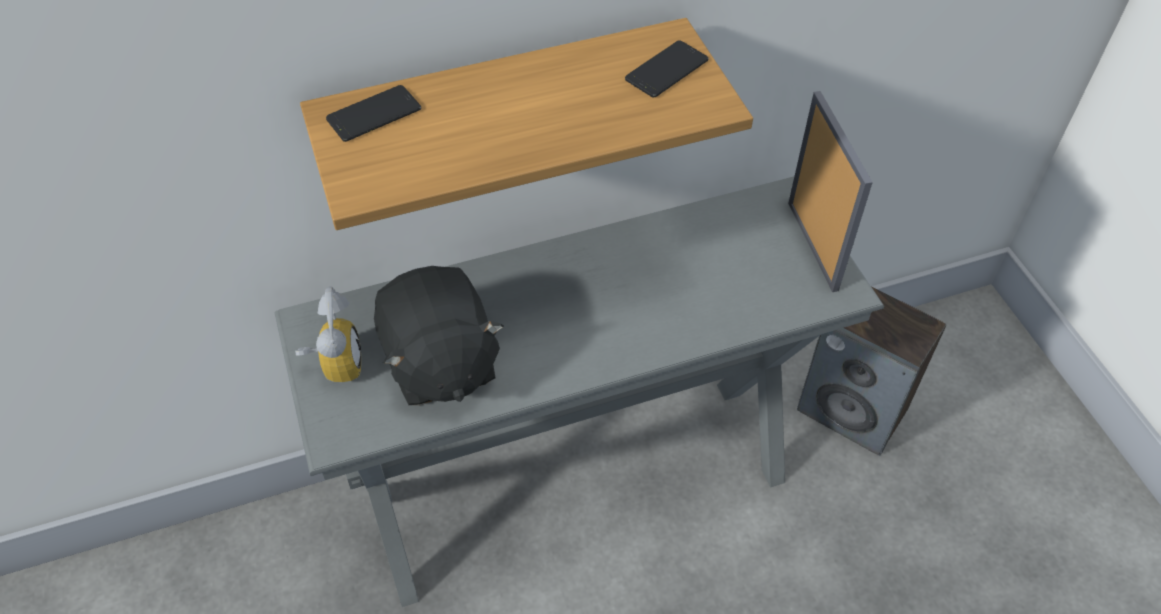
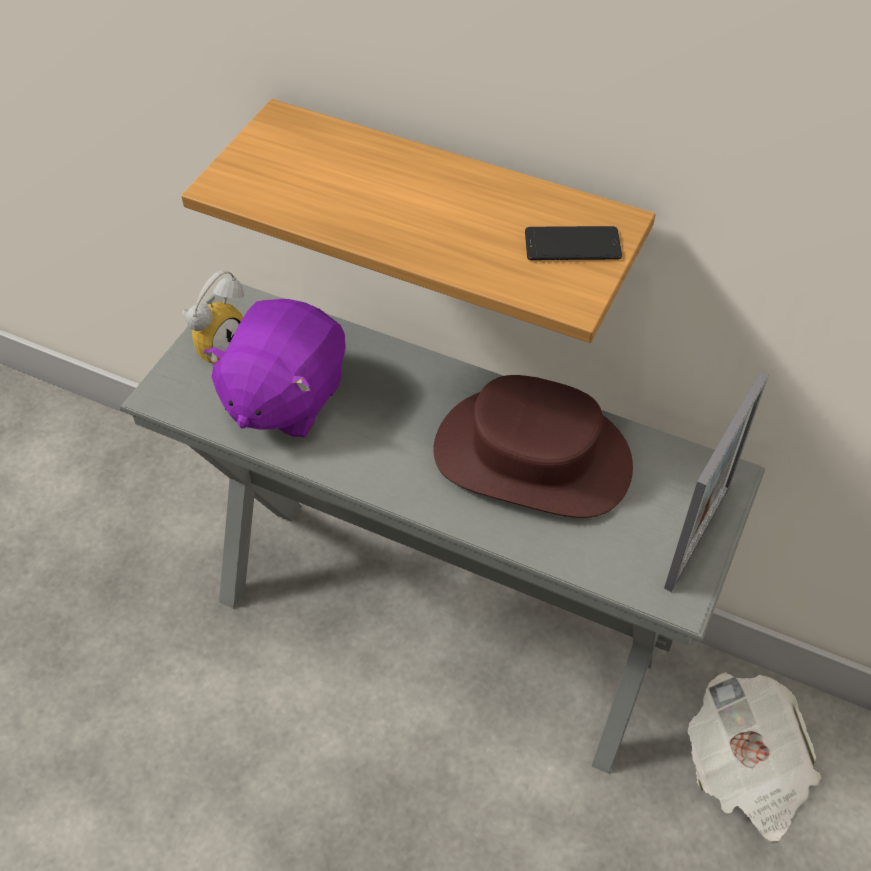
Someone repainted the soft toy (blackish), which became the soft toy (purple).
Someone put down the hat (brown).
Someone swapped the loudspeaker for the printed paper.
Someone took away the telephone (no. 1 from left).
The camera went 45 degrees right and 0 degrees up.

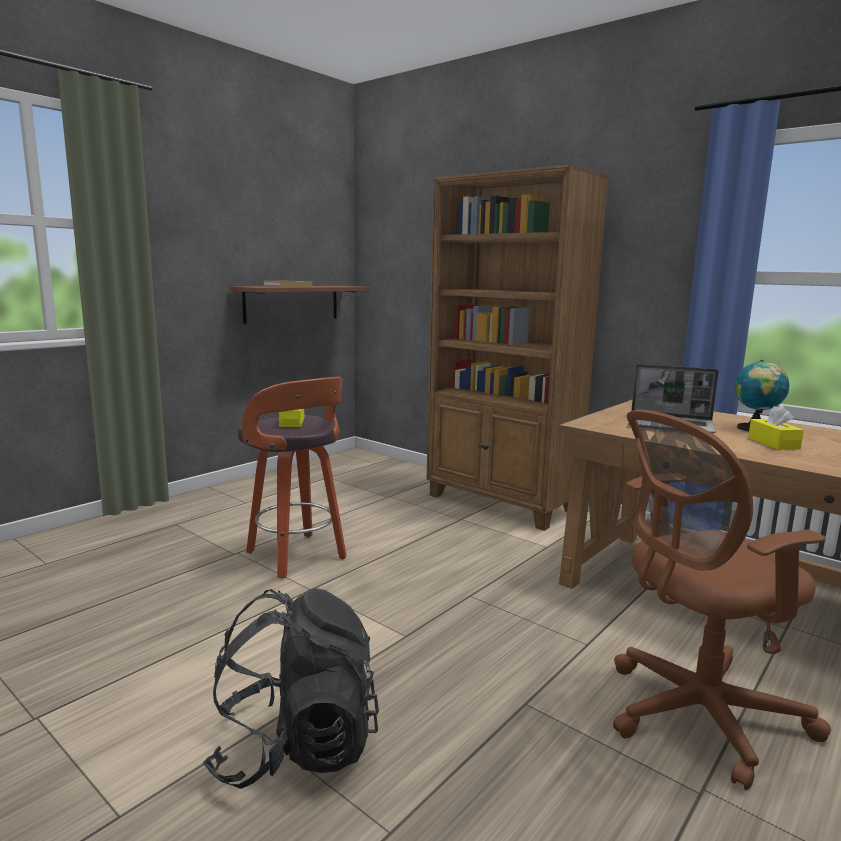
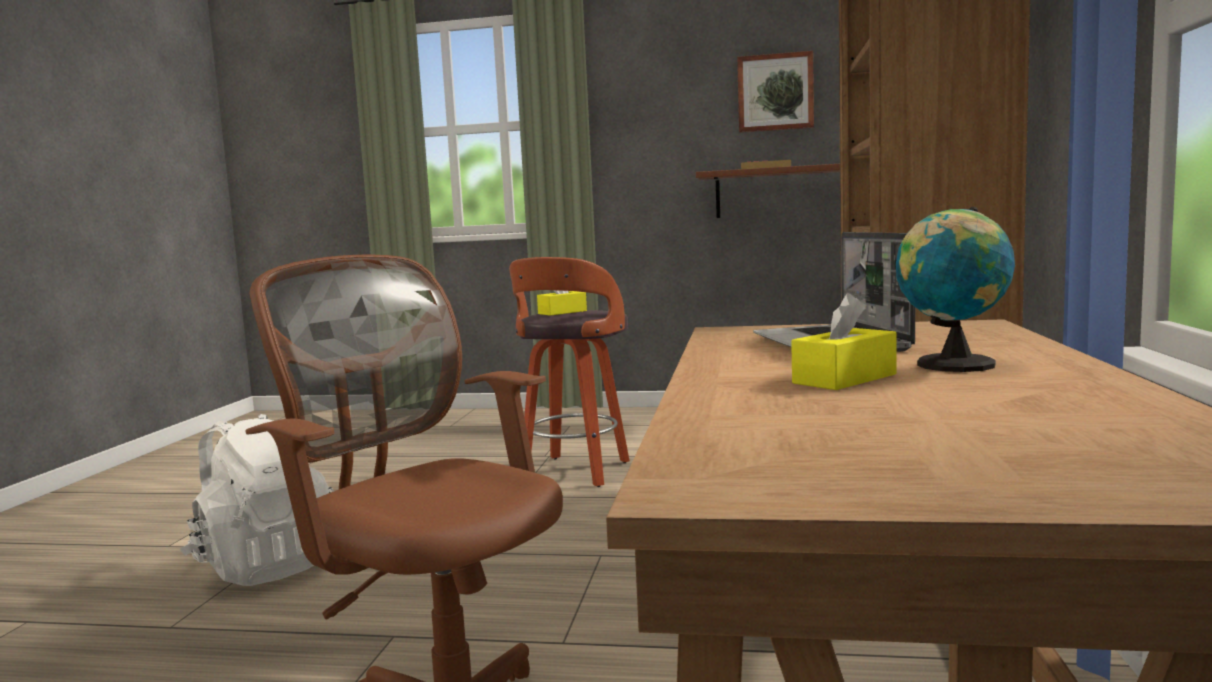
Someone repainted the backpack (blackish), which became the backpack (white).
Someone put up the wall art.
The camera went 60 degrees right and 5 degrees down.

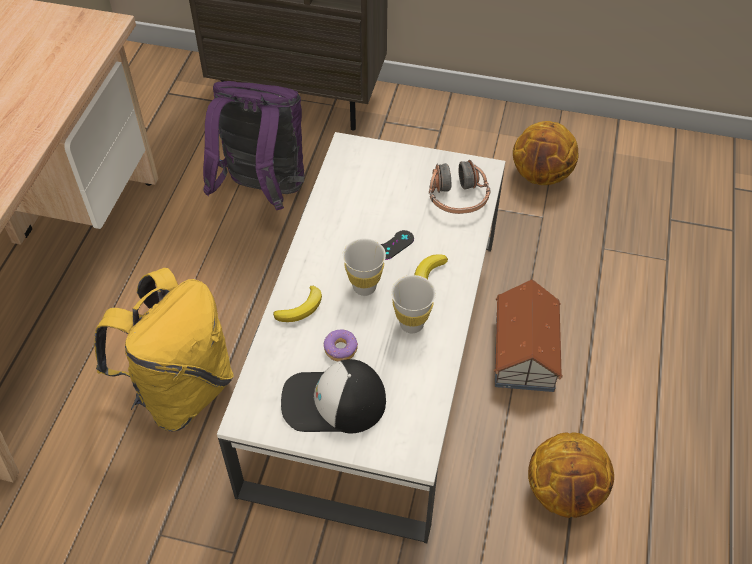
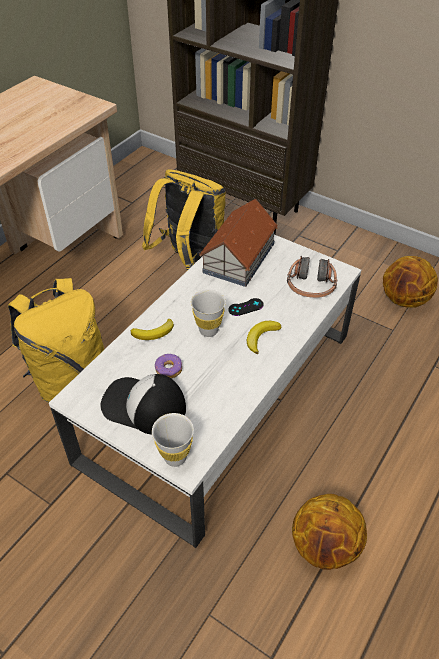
Someone repainted the backpack (purple), which became the backpack (yellow) (no. 2 from left).
Someone carried the cup (white) (no. 2 from left in the first image).
Someone carried the miniature house.
The camera went 20 degrees right and 5 degrees down.

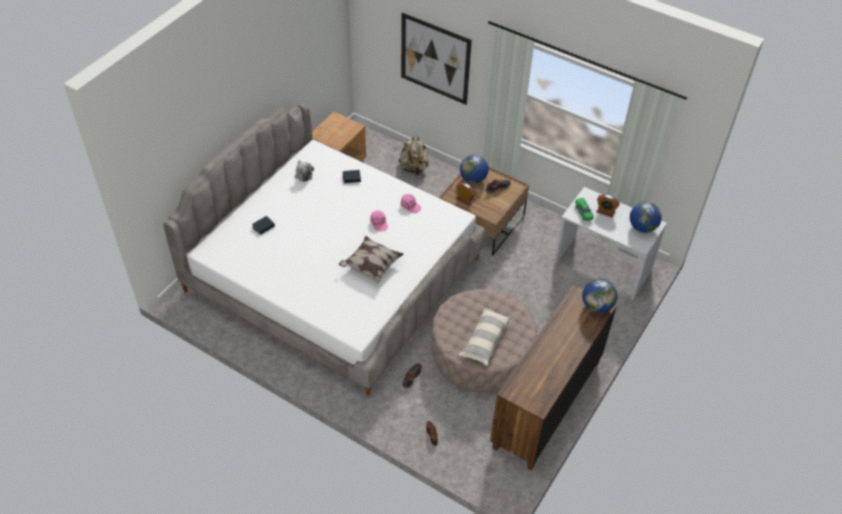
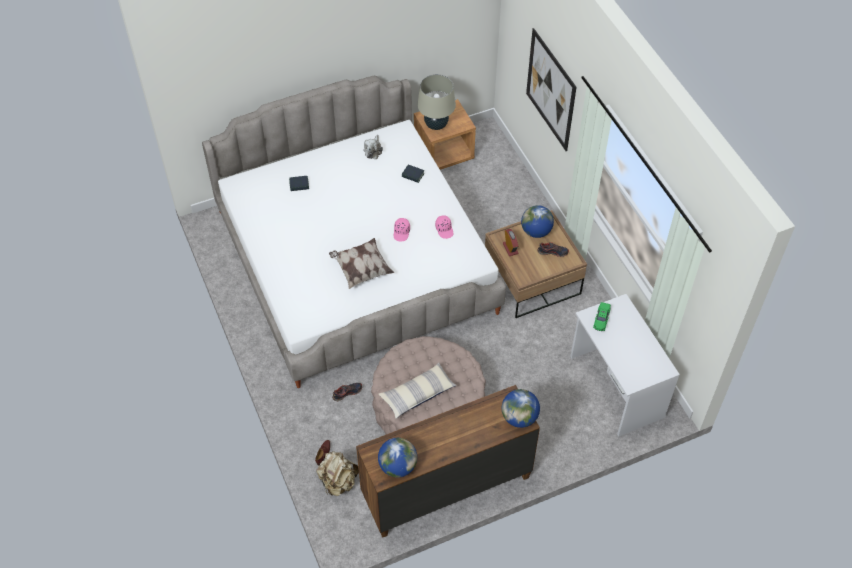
Someone carried the backpack (beige).
Someone carried the desk globe (no. 3 from left in the first image).
Someone put down the tabletop lamp (beige).
Someone took away the bedside clock (no. 2 from left).
The camera went 35 degrees right and 5 degrees up.

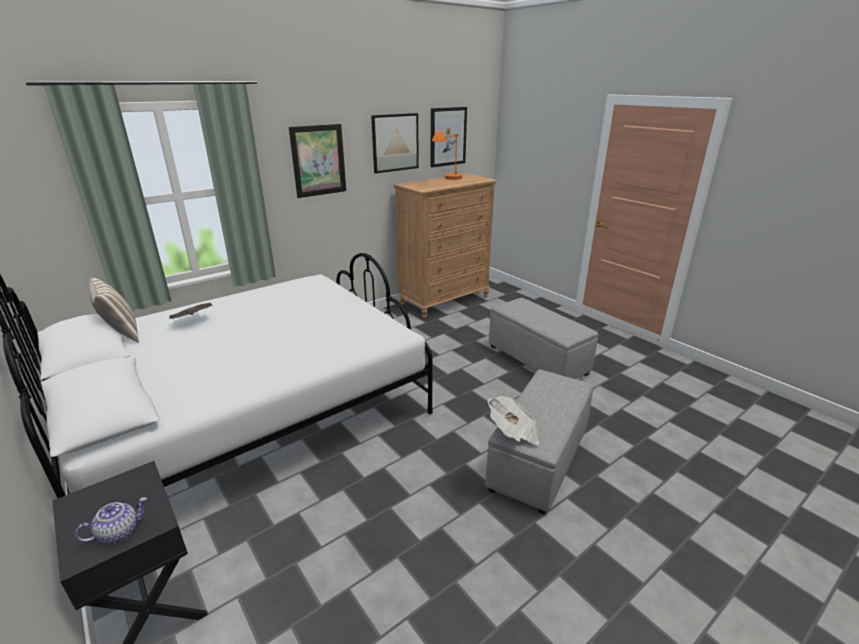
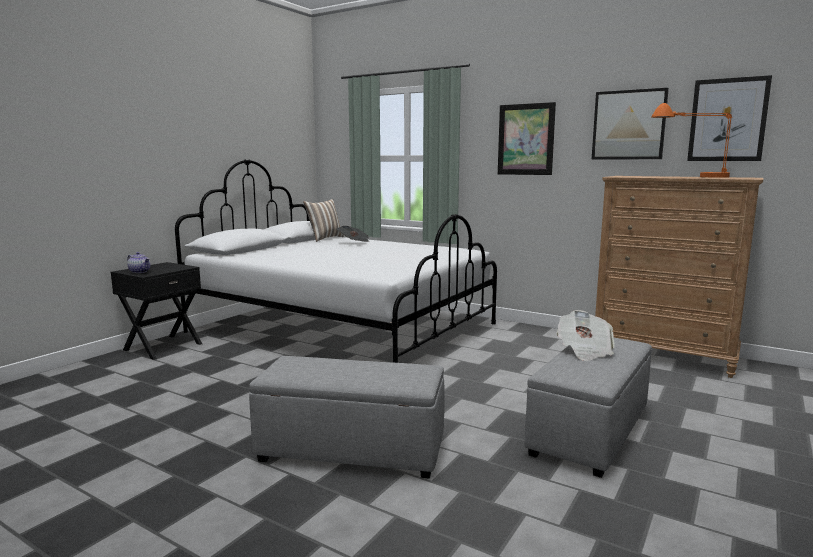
Someone carried the printed paper (no. 2 from left).
The camera went 70 degrees right and 15 degrees down.

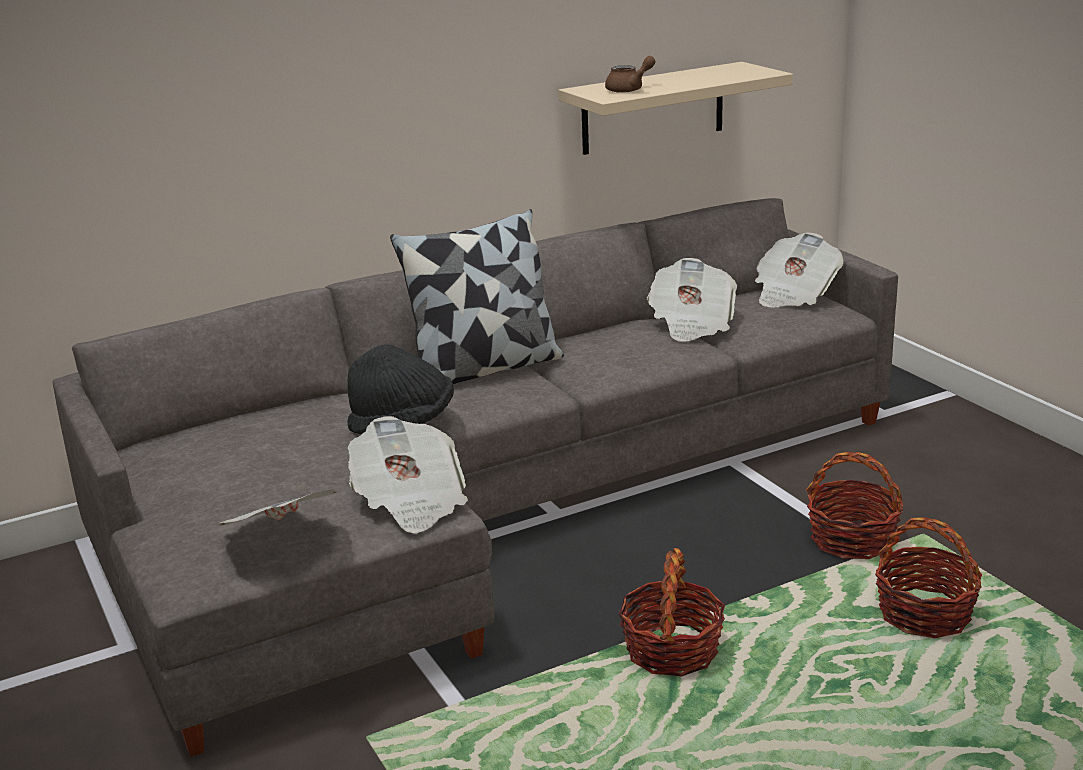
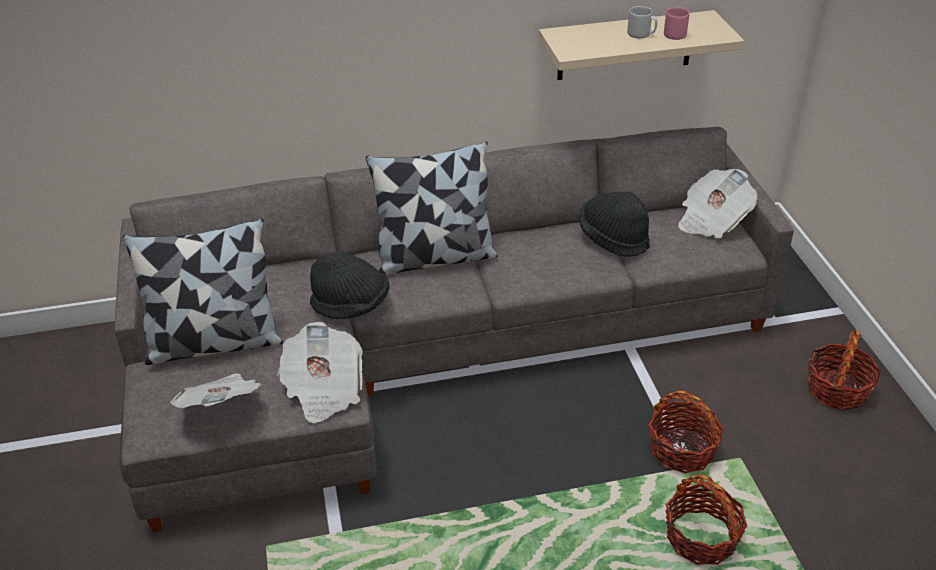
Someone put down the throw pillow (no. 1 from left).
Someone swapped the printed paper (no. 3 from left) for the hat (blackish) (no. 2 from left).
Someone put down the coffee mug (greyish).
Someone put down the coffee mug (pinkish).
Someone carried the storage basket (no. 1 from left in the first image).
Someone took away the tea pot (brown).
The camera went 15 degrees right and 15 degrees up.

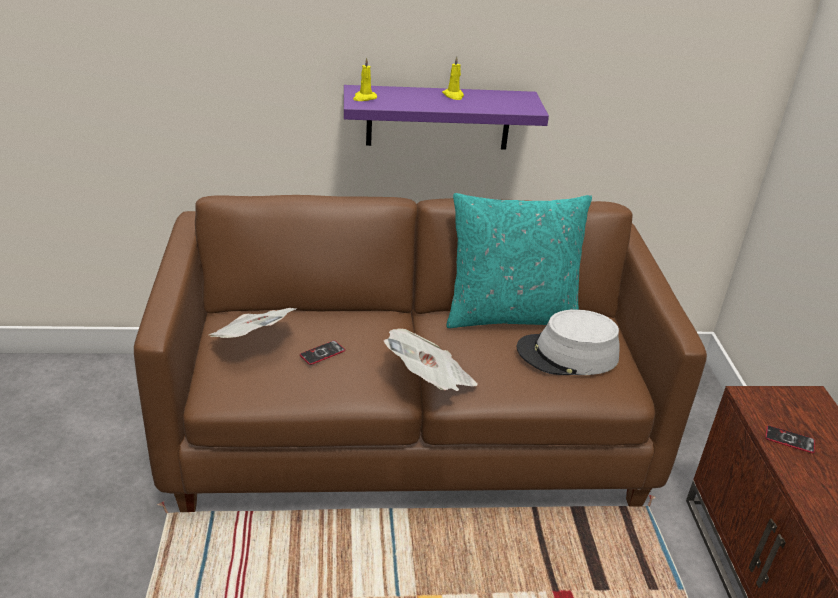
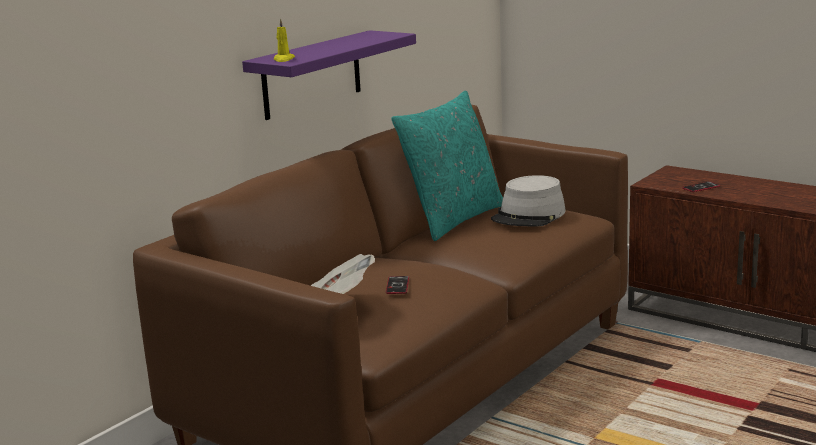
Someone took away the printed paper (no. 2 from left).
Someone took away the wax light (yellow) (no. 2 from left).
The camera went 45 degrees left and 15 degrees down.

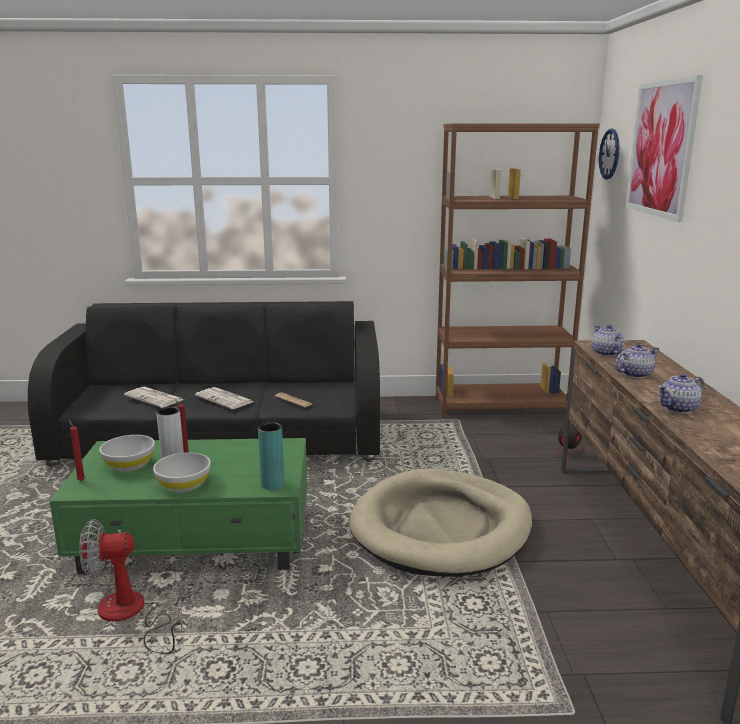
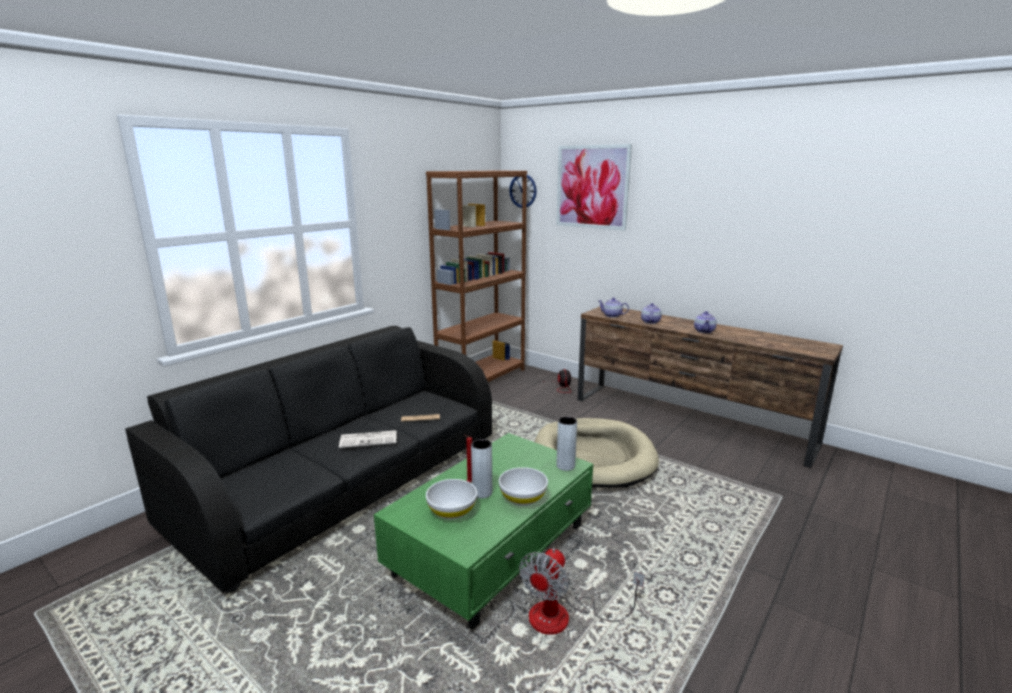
Someone repainted the vase (turquoise), which became the vase (greyish) (no. 2 from left).
Someone took away the wax light (red-coloured) (no. 1 from left).
Someone took away the printed paper (no. 1 from left).
The camera went 50 degrees left and 0 degrees up.

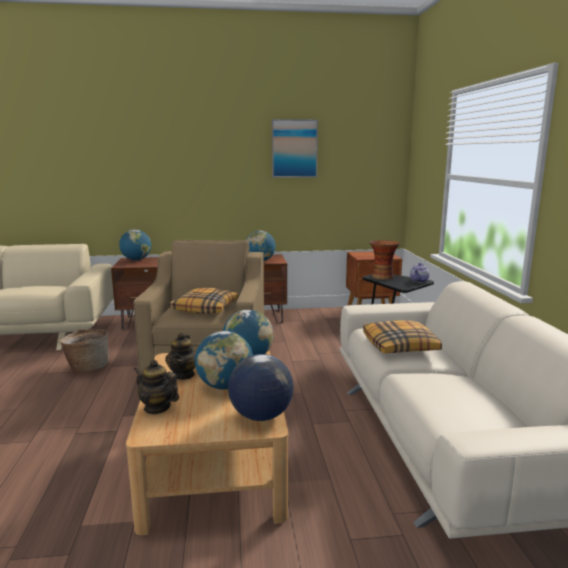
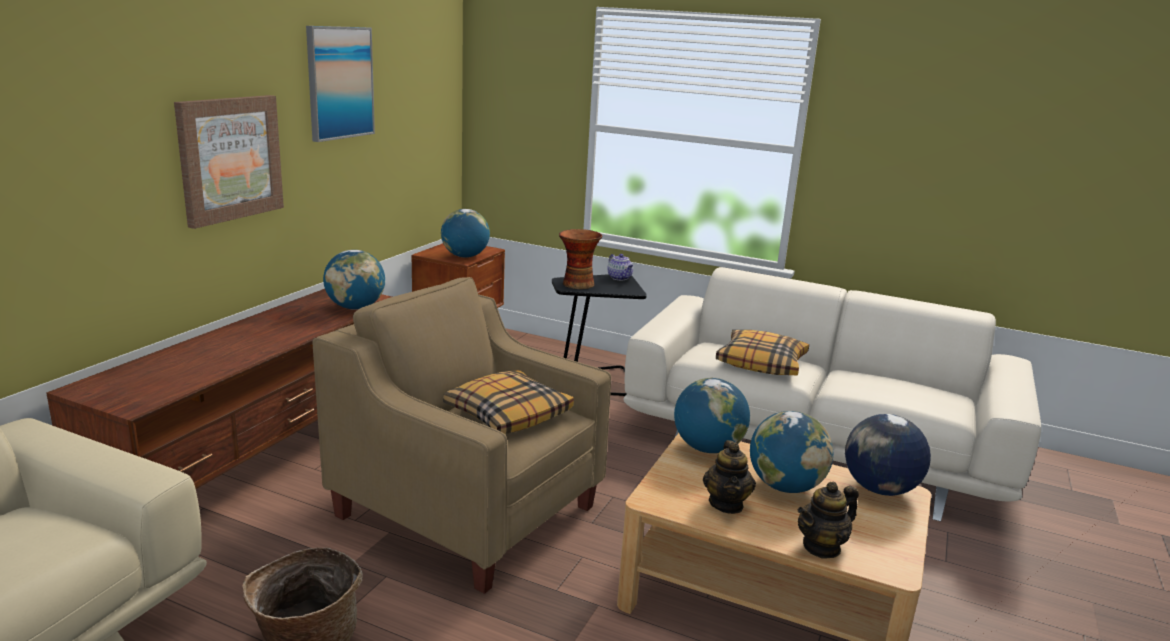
Someone put up the wall art (no. 1 from left).
Someone carried the desk globe (no. 1 from left in the first image).
Someone rotated the tea pot (no. 2 from left) by 60 degrees clockwise.
The camera went 60 degrees left and 5 degrees up.

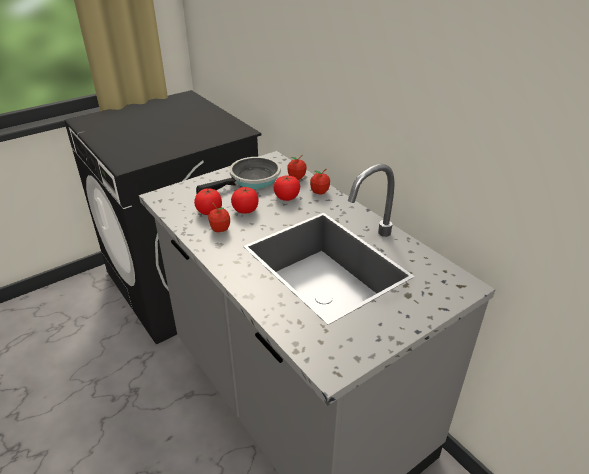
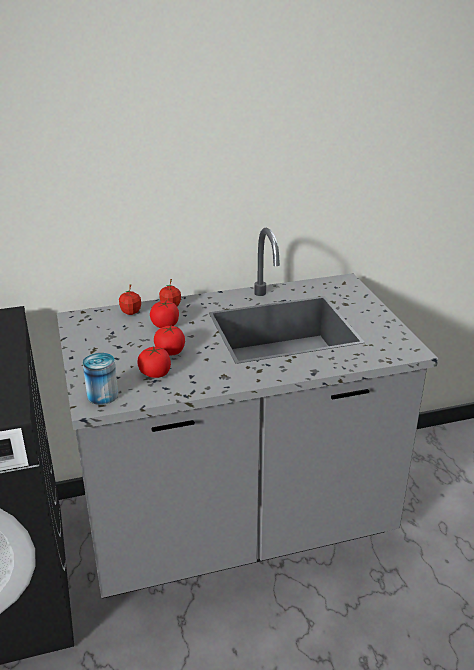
Someone put down the sealed can.
Someone took away the skillet.
Someone took away the apple (no. 1 from left).
The camera went 70 degrees left and 5 degrees down.

